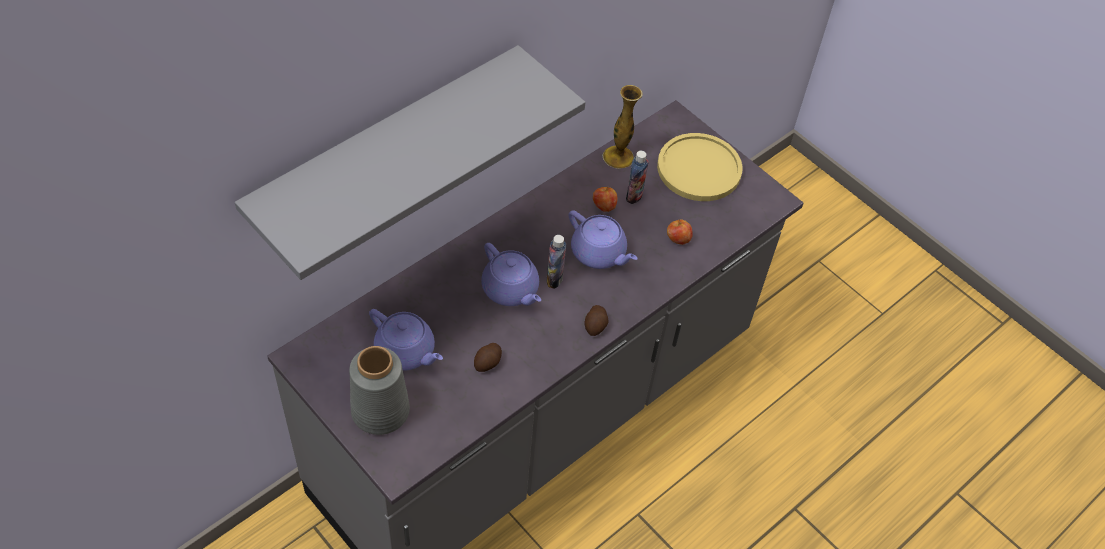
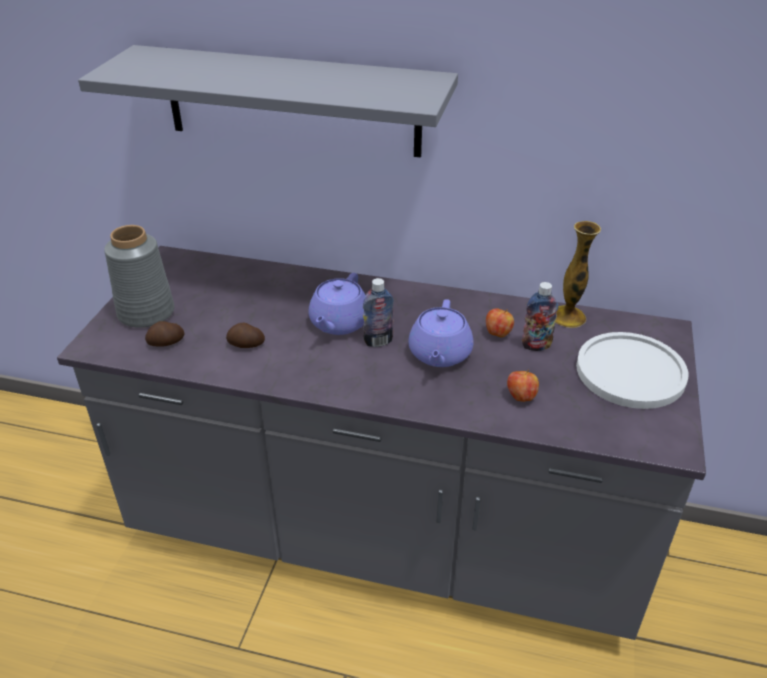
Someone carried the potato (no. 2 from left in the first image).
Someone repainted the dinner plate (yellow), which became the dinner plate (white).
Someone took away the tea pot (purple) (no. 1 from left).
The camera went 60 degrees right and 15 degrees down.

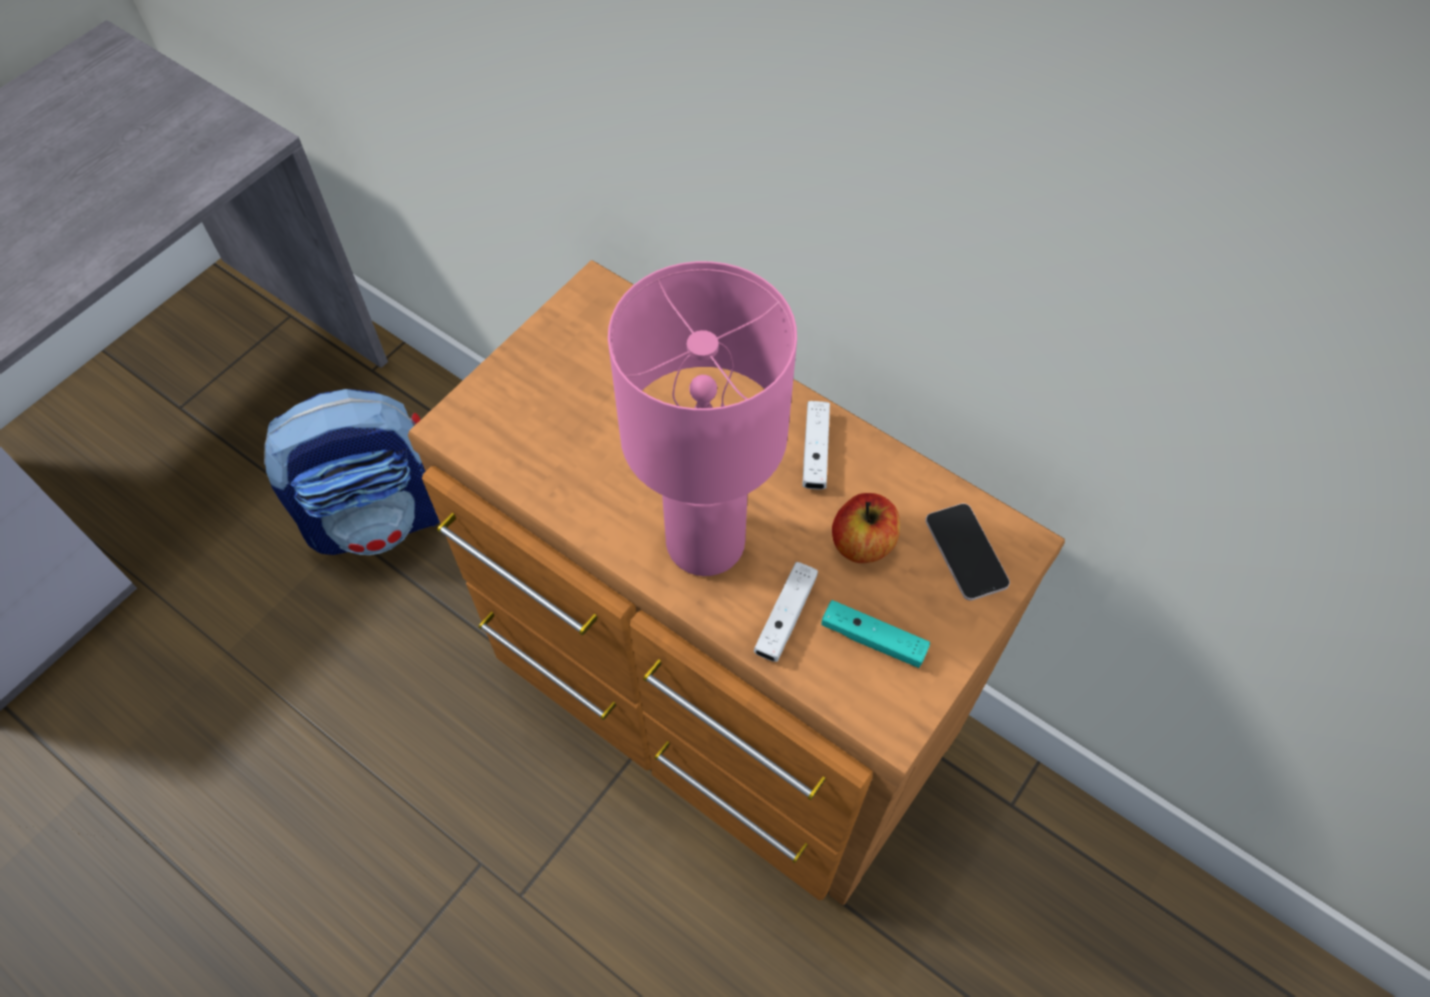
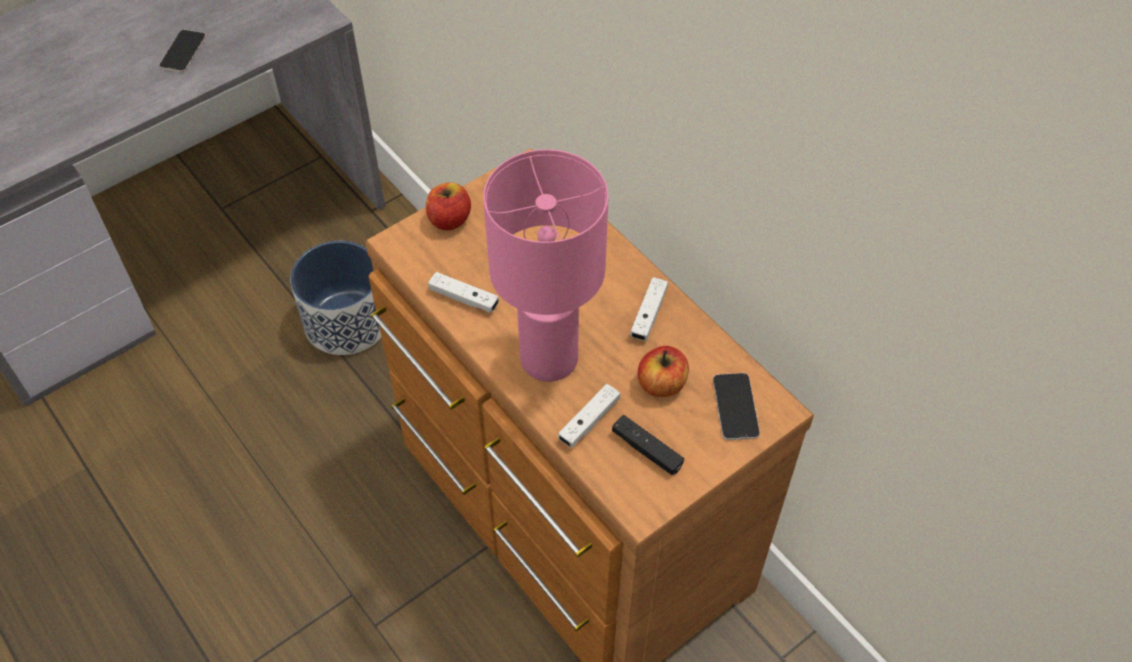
Someone put down the telephone (no. 1 from left).
Someone swapped the backpack for the planter.
Someone put down the apple (no. 1 from left).
Someone put down the game controller (white) (no. 1 from left).
Someone repainted the game controller (turquoise), which became the game controller (blackish).
The camera went 15 degrees right and 5 degrees down.

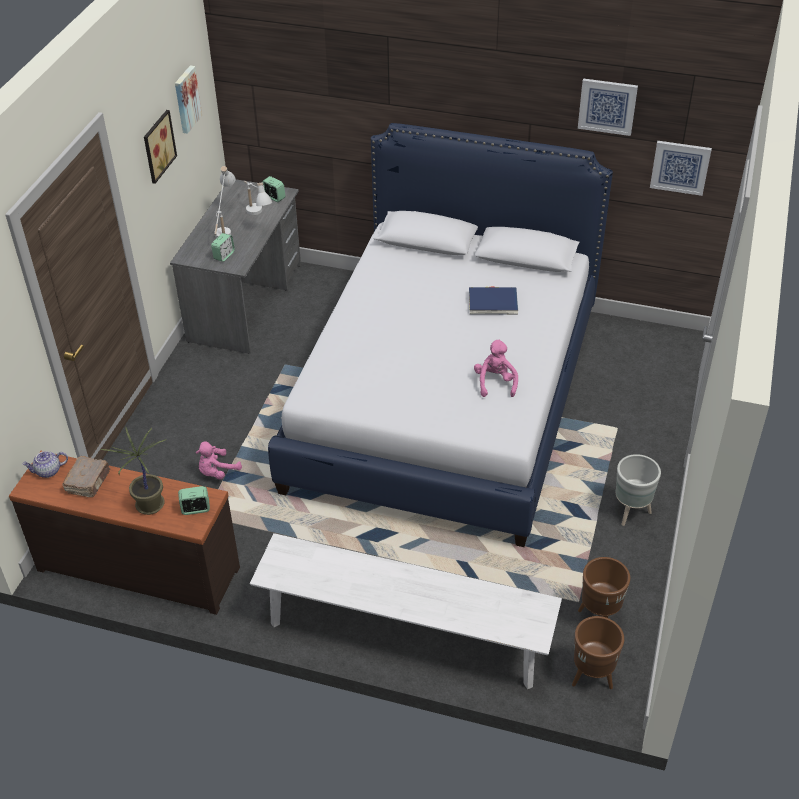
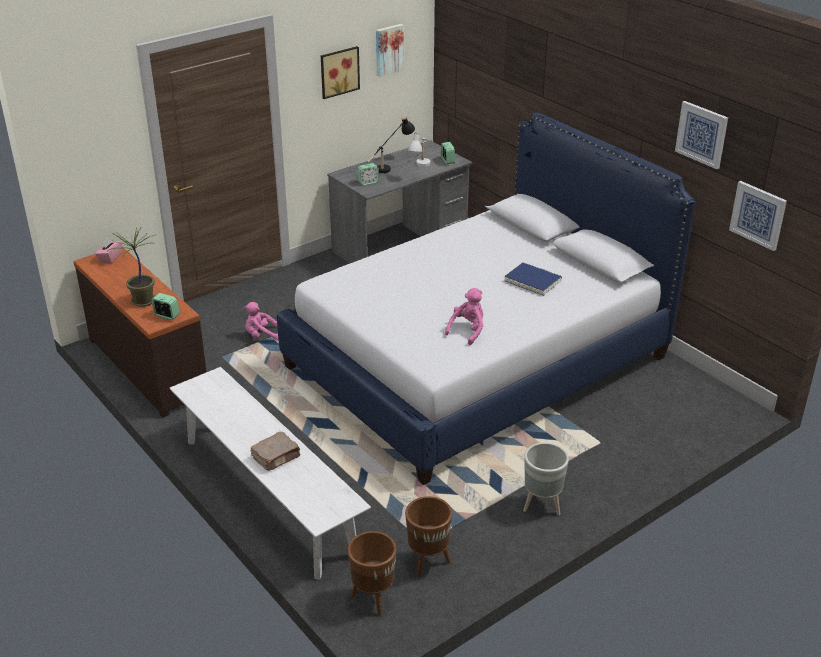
Someone swapped the tea pot for the box of tissues (pinkish).
Someone carried the book (brown).
Someone repainted the tabletop lamp (white) (no. 1 from left), which became the tabletop lamp (blackish).
The camera went 35 degrees right and 10 degrees down.

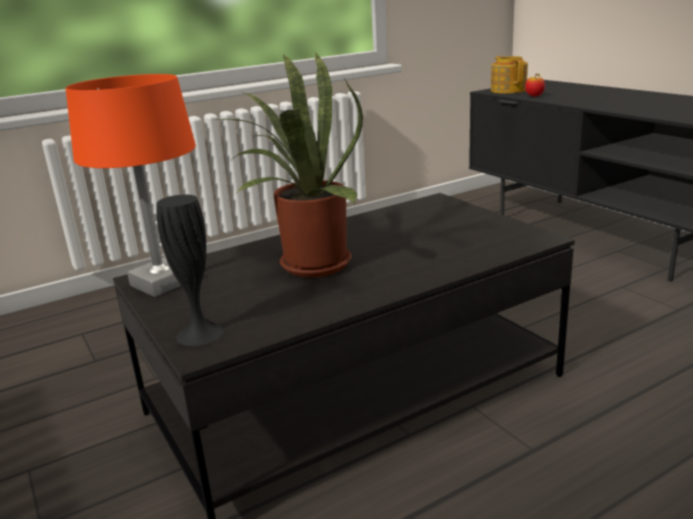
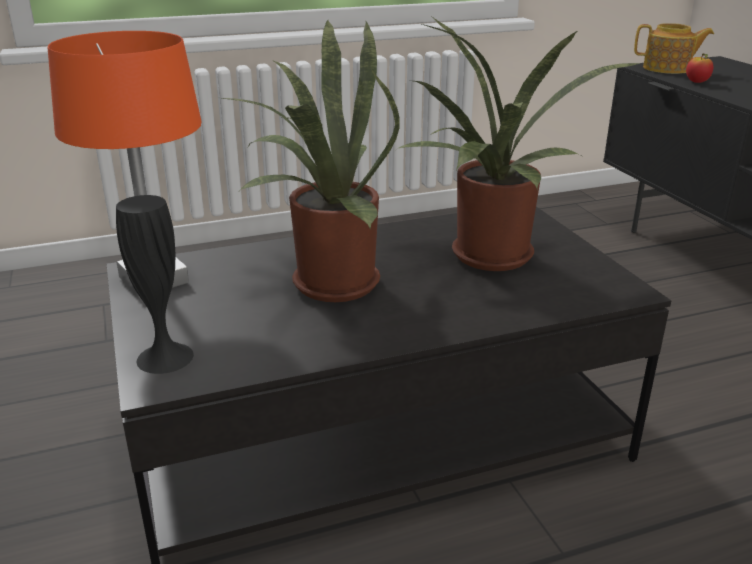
Someone put down the houseplant (no. 2 from left).
Someone rotated the tea pot by 105 degrees clockwise.
The camera went 10 degrees right and 5 degrees up.

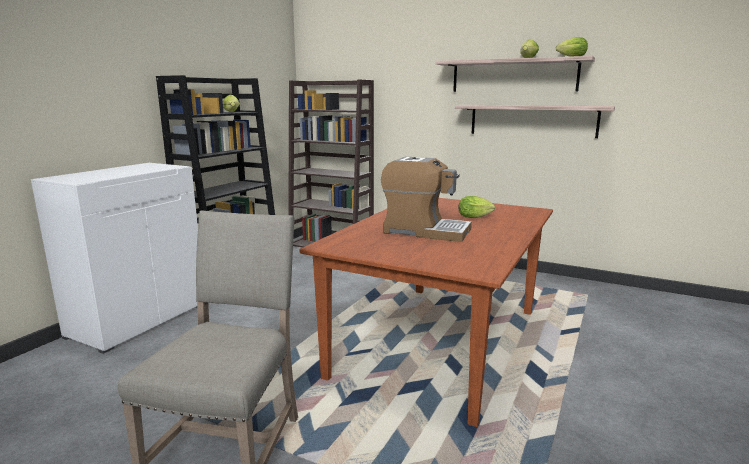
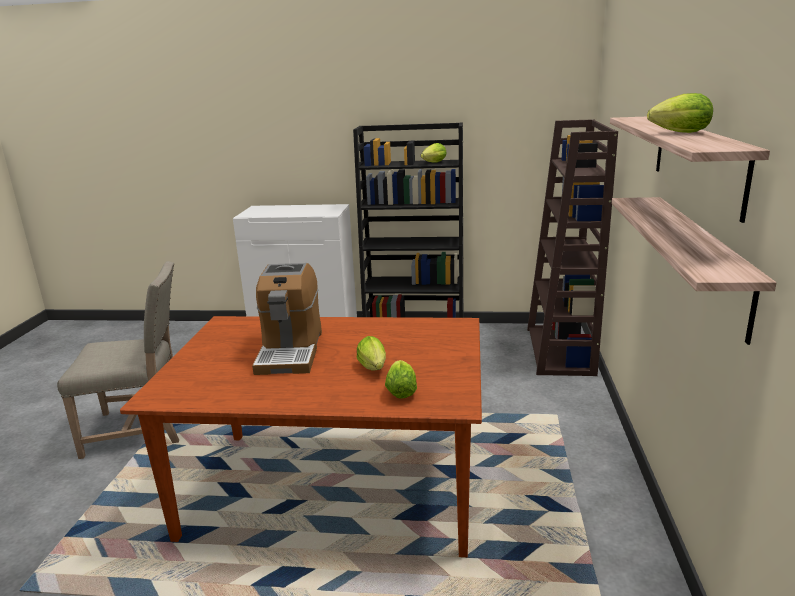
Someone carried the head of lettuce (no. 4 from left in the first image).
The camera went 70 degrees right and 5 degrees up.

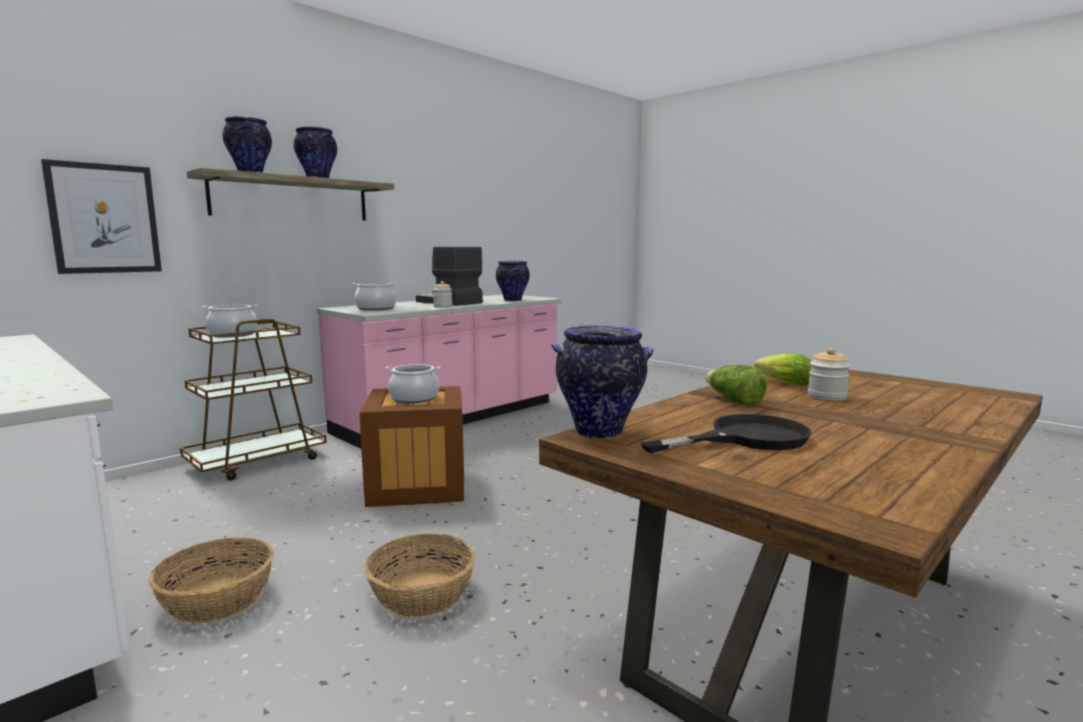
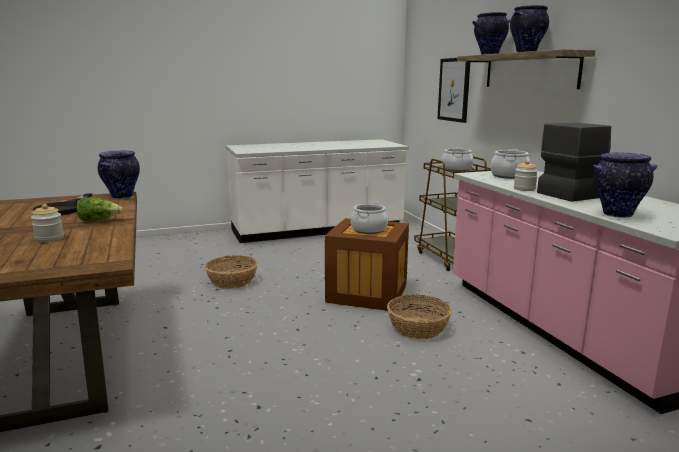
Someone carried the storage basket (no. 1 from left in the first image).
Someone took away the head of lettuce (no. 2 from left).
The camera went 115 degrees right and 5 degrees up.

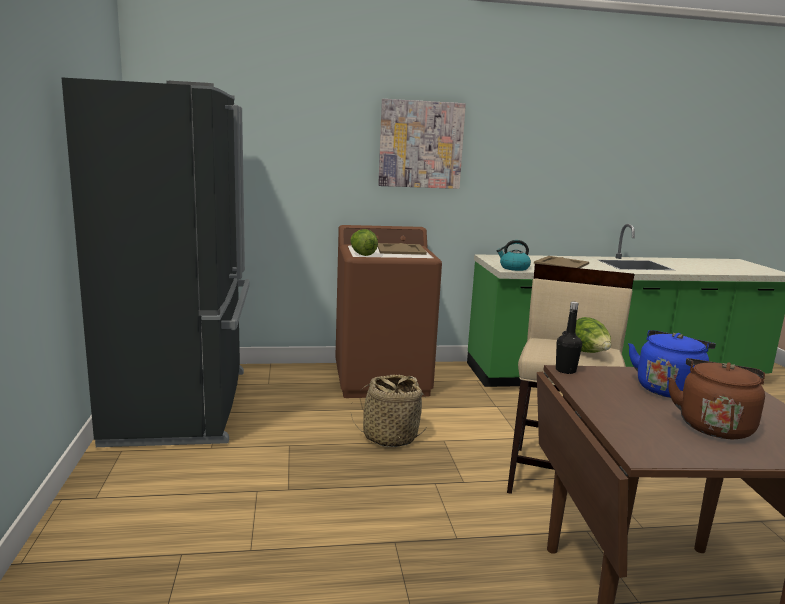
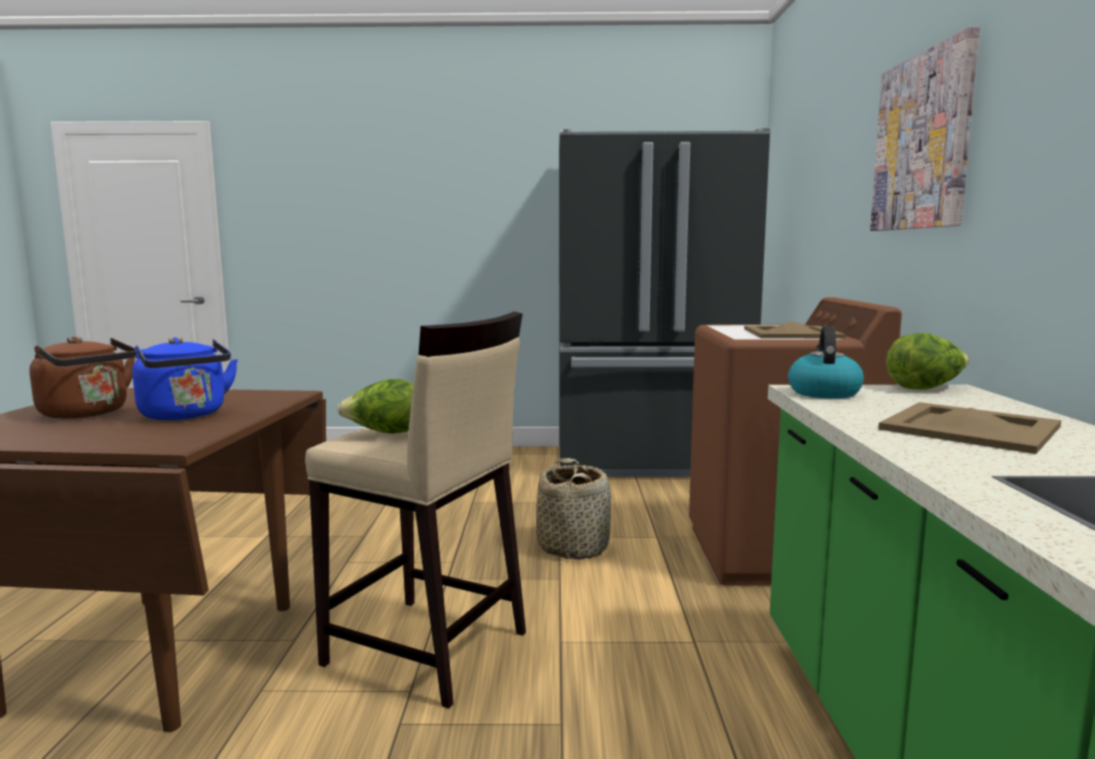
Someone carried the head of lettuce (no. 1 from left in the first image).
Someone took away the bottle (blackish).
The camera went 100 degrees right and 5 degrees down.

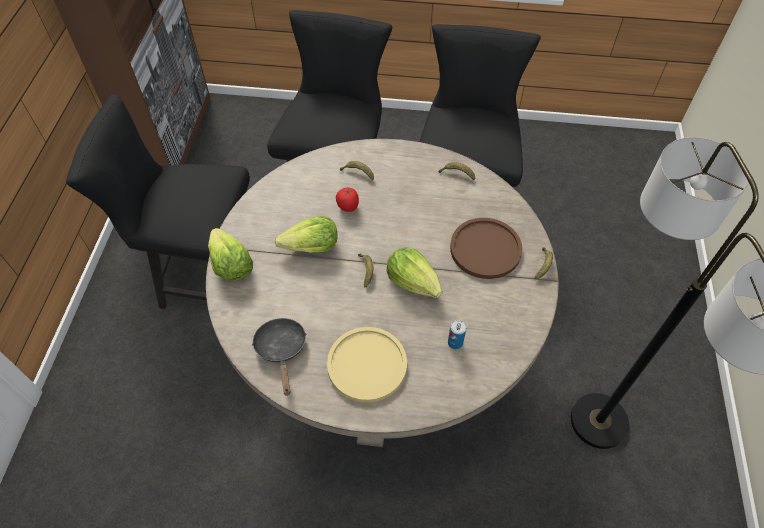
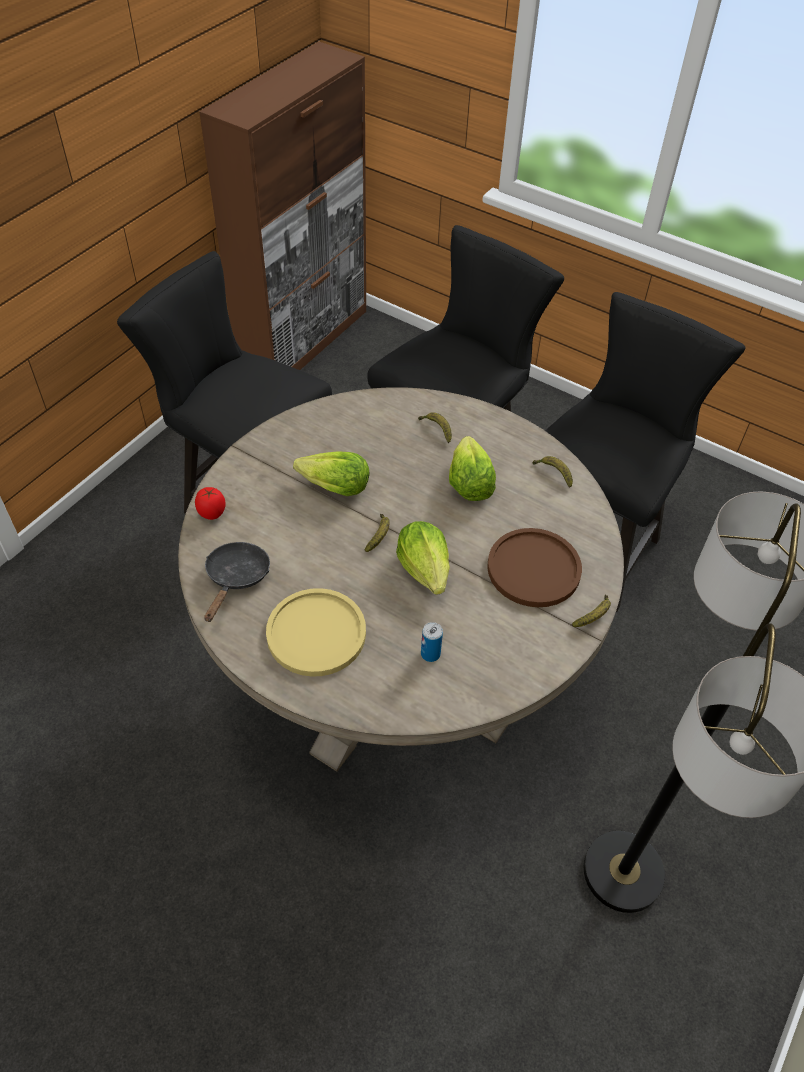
Someone carried the whole tomato.
Someone carried the head of lettuce (no. 1 from left in the first image).
The camera went 25 degrees right and 5 degrees down.

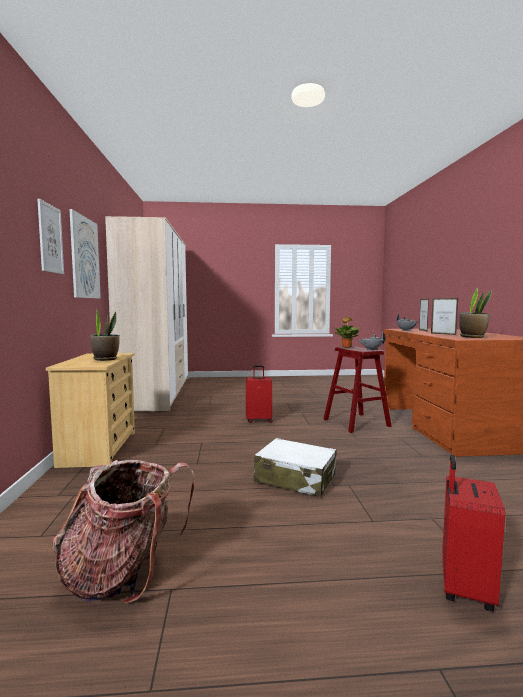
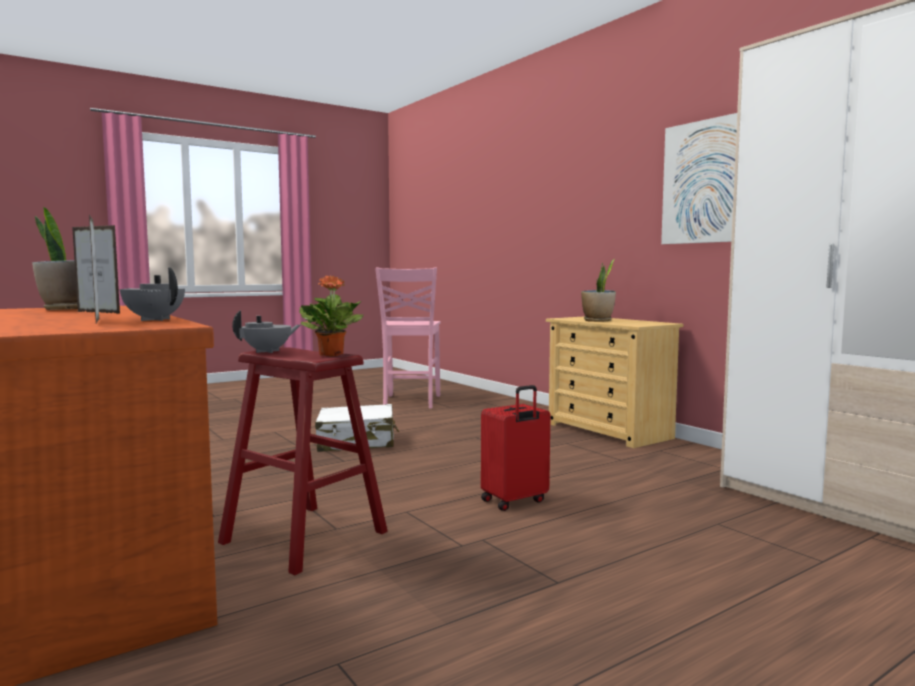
Someone swapped the backpack for the plain chair (pinkish).
Someone took away the wall art (no. 1 from left).
Someone took away the piece of luggage (red-coloured) (no. 2 from left).
The camera went 150 degrees right and 0 degrees up.

